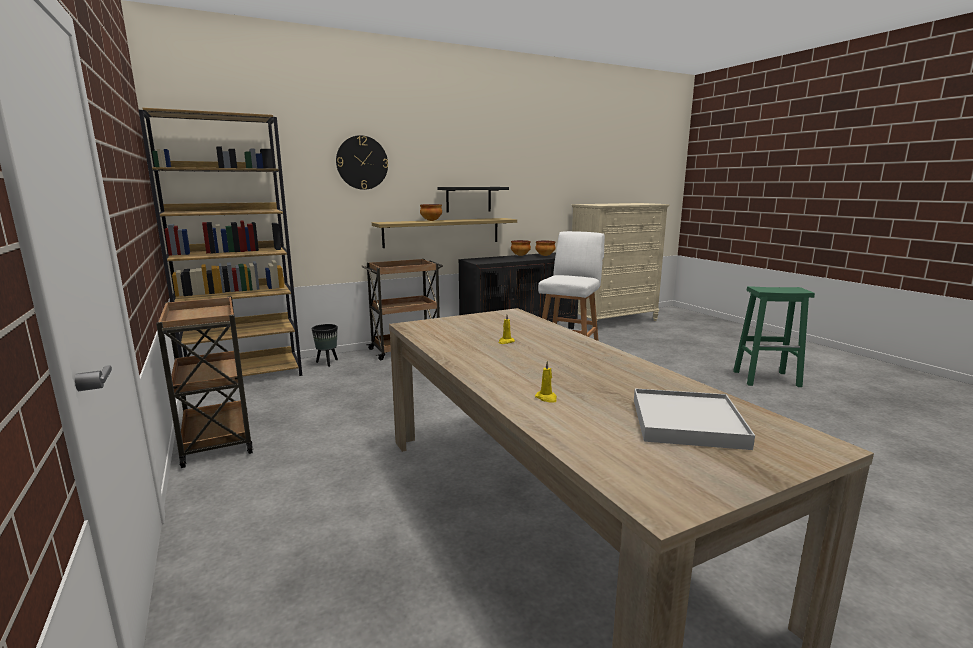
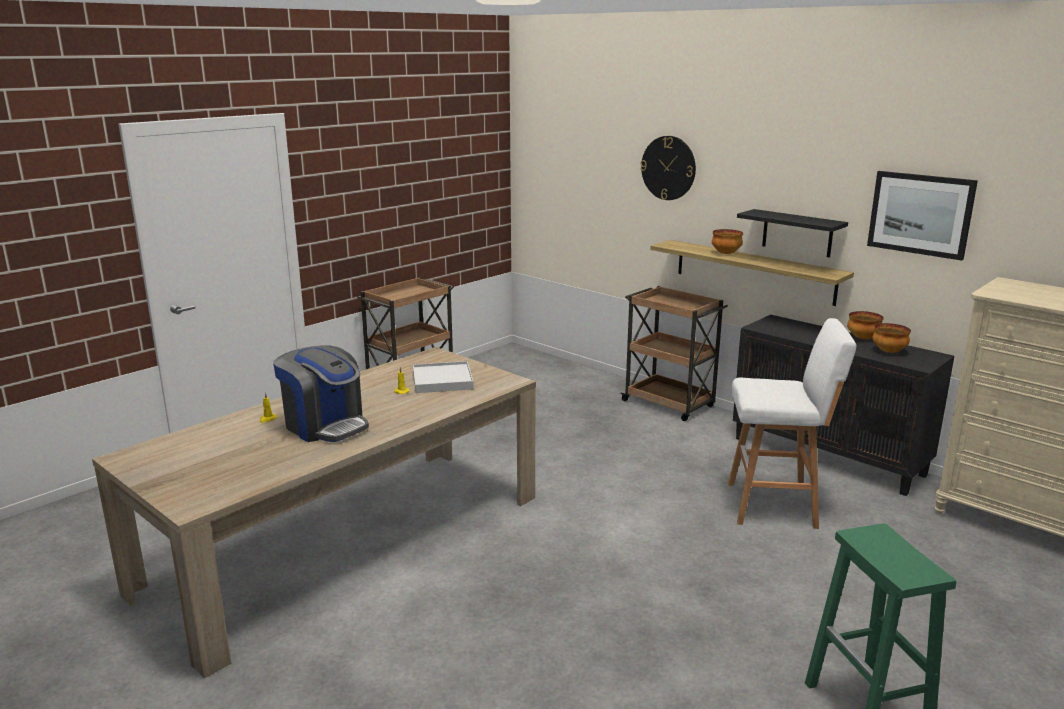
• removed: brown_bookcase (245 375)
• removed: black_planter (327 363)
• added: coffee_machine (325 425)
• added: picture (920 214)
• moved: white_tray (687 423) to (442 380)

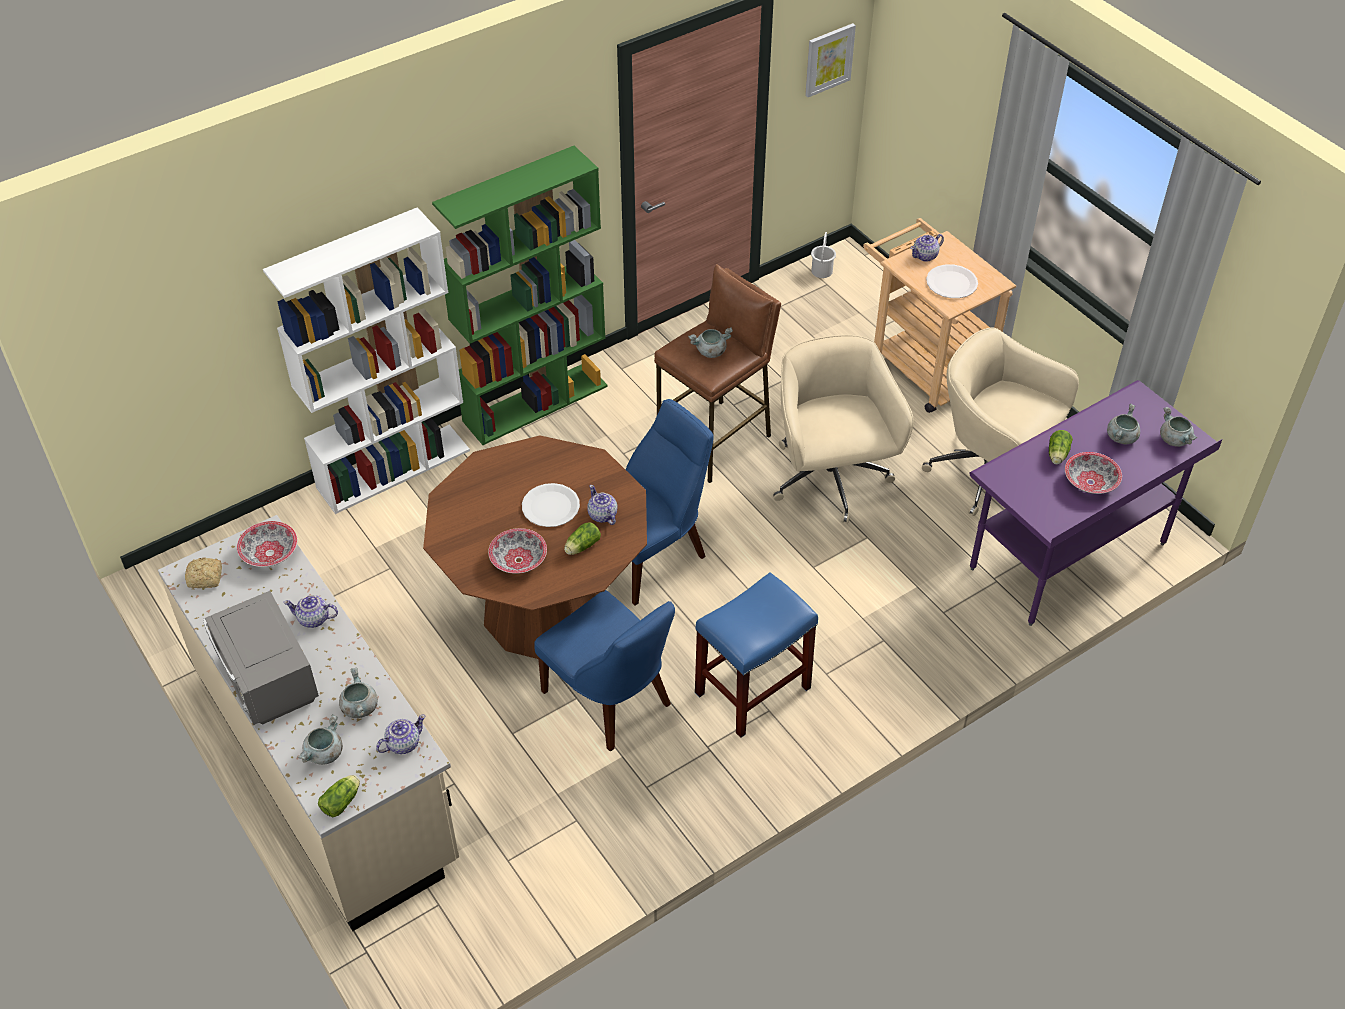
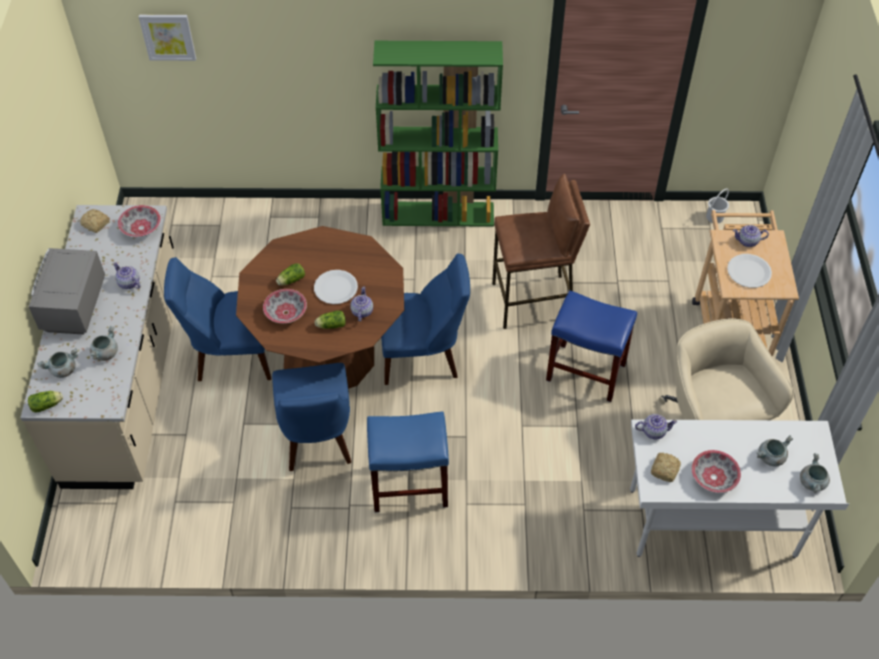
• removed: white_bookcase (394 468)
• removed: grey_cooking_pot (710 352)
• added: blue_chair (231 356)
• added: bread (665 469)
• moved: teapot (402 743) to (653 431)
• moved: picture (828 59) to (168 36)
• moved: lettuce (1057 455) to (290 280)
• replaced: beige_office_chair (830 480) to blue_stool (587 371)
• recoloured: purple_desk (1068 557) to white_desk (711 524)

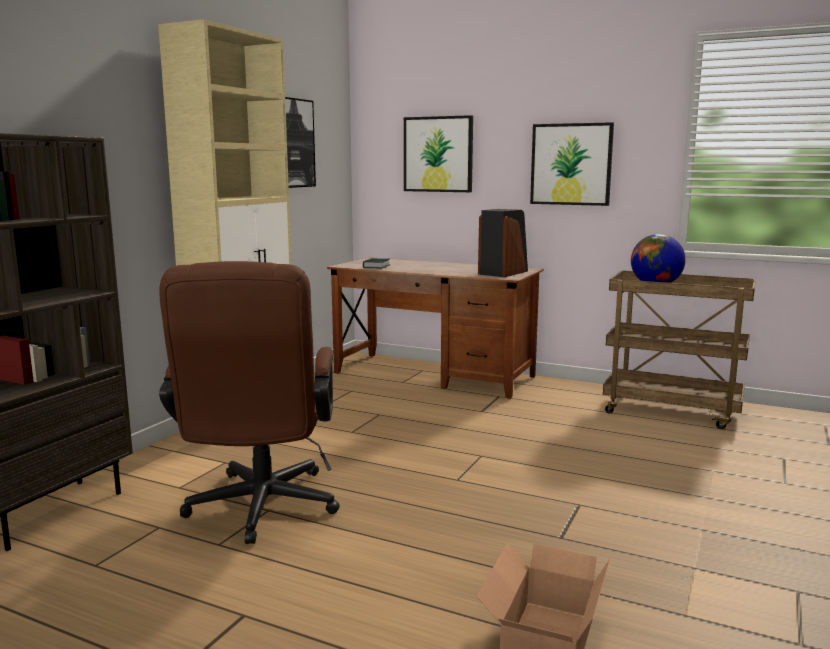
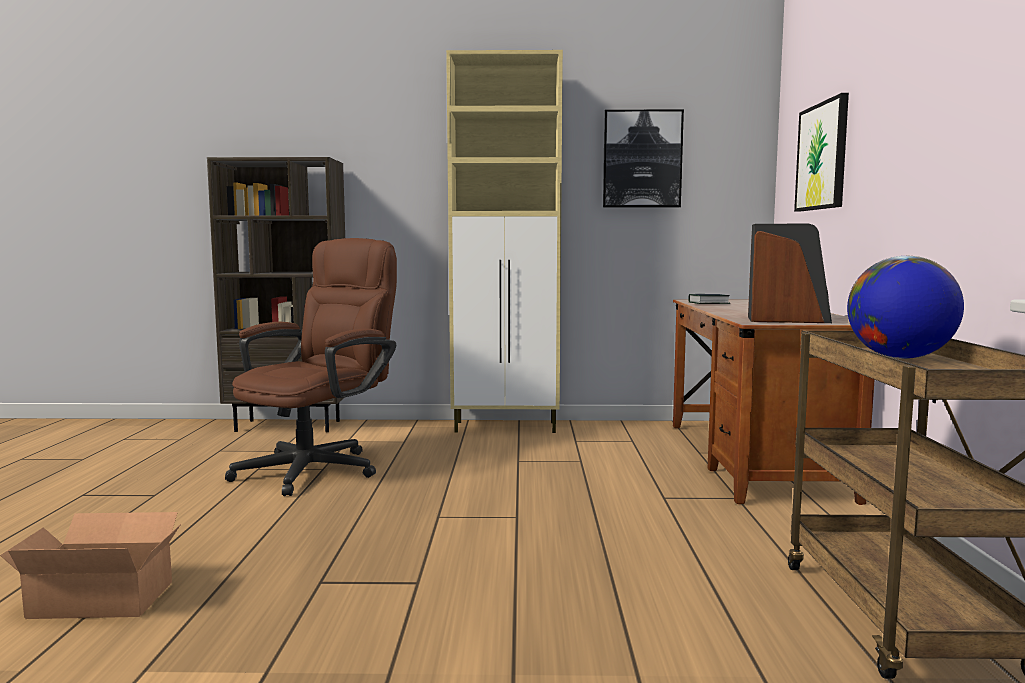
• removed: picture (571 164)
• turned: brown_office_chair (260 511) = (319 467) 150 degrees clockwise

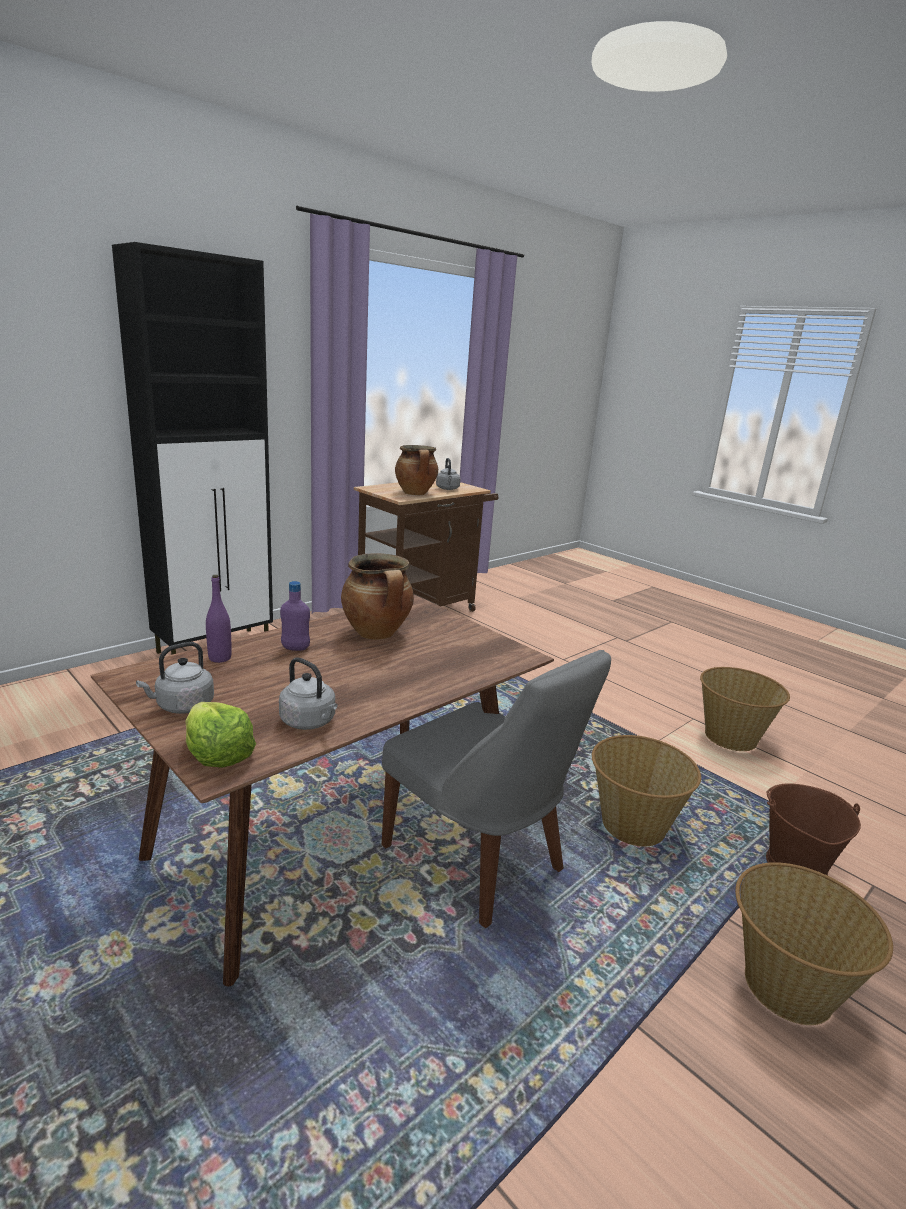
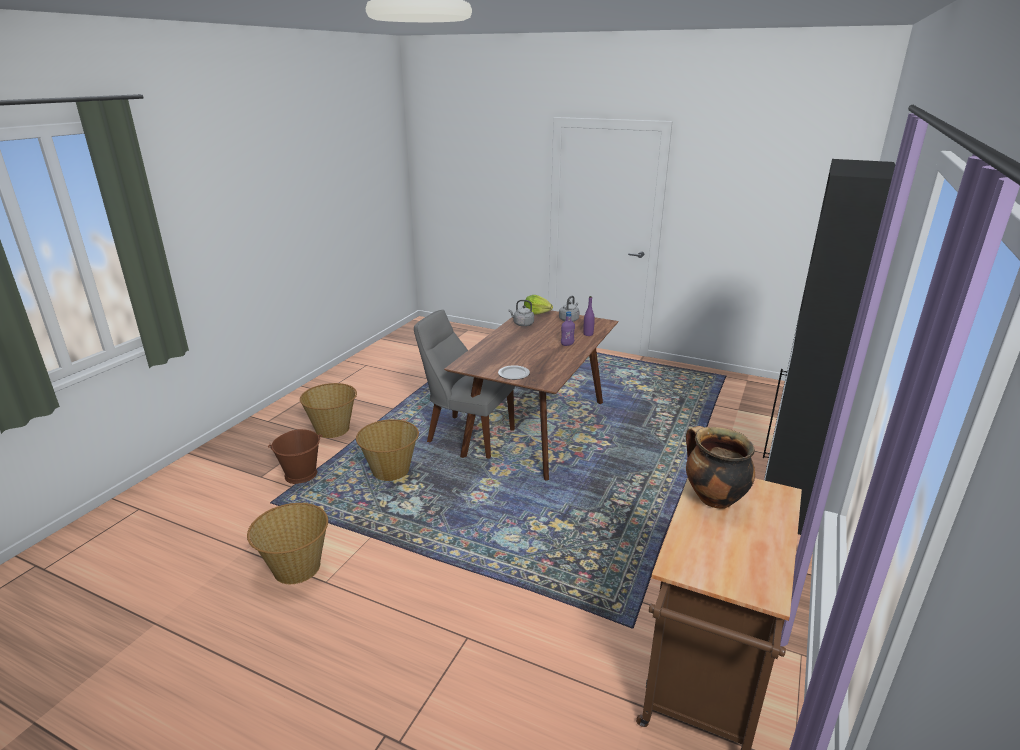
• removed: cooking_pot (377 634)
• removed: grey_kettle (447 489)
• added: plate (513 374)

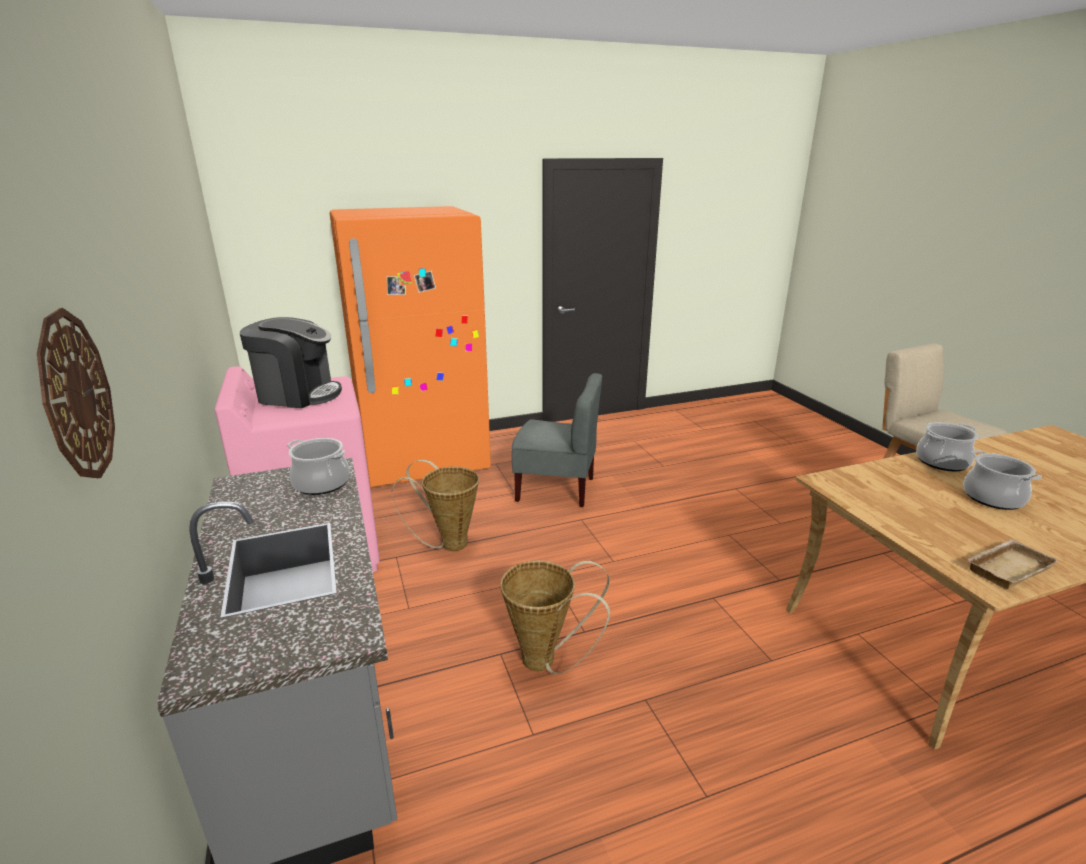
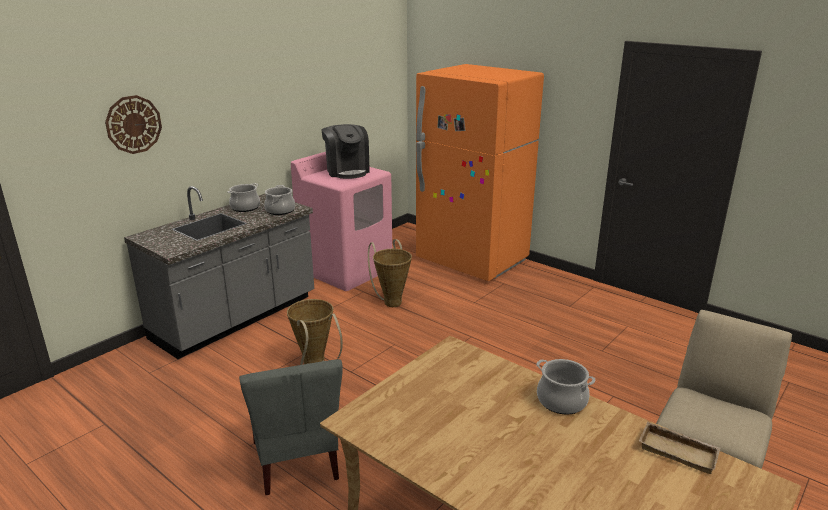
• moved: grey_chair (556 489) to (297 460)
• moved: cooking_pot (992 498) to (245 207)
• moved: beige_tray (1006 567) to (679 451)

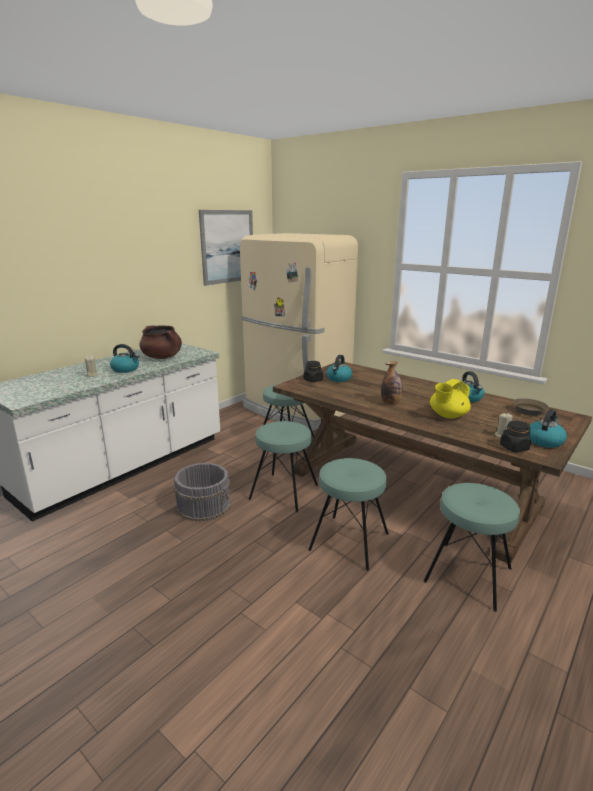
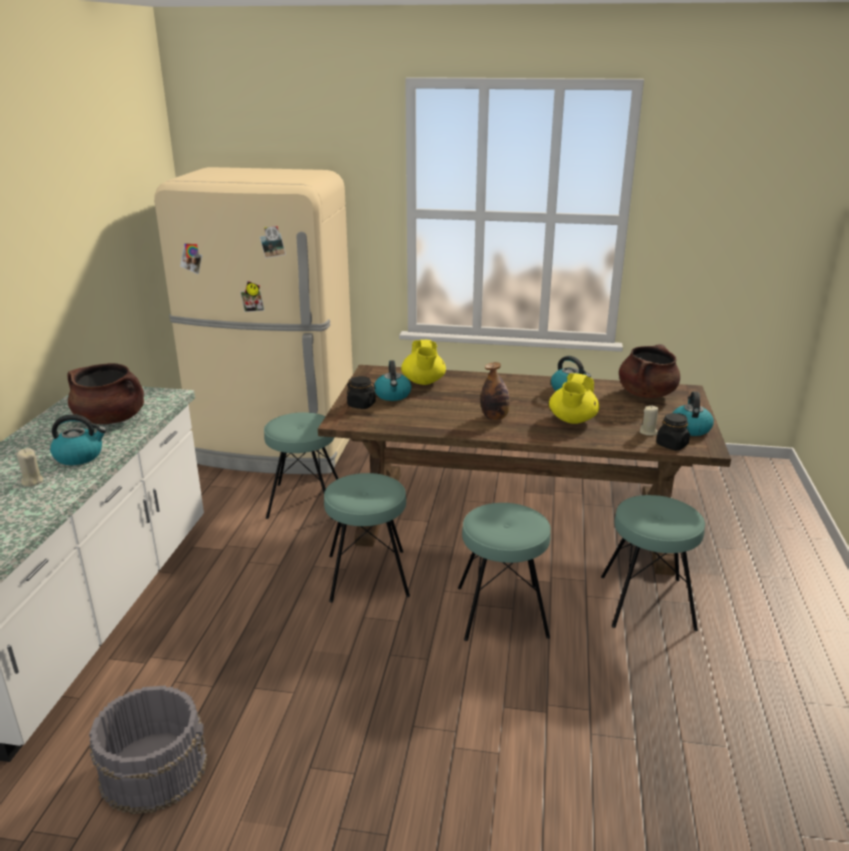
• removed: picture (227 246)
• added: yellow_teapot (423 382)
• moved: grey_bucket (204 505) to (154 768)
• replaced: brown_frying_pan (531 412) to brown_cooking_pot (646 394)

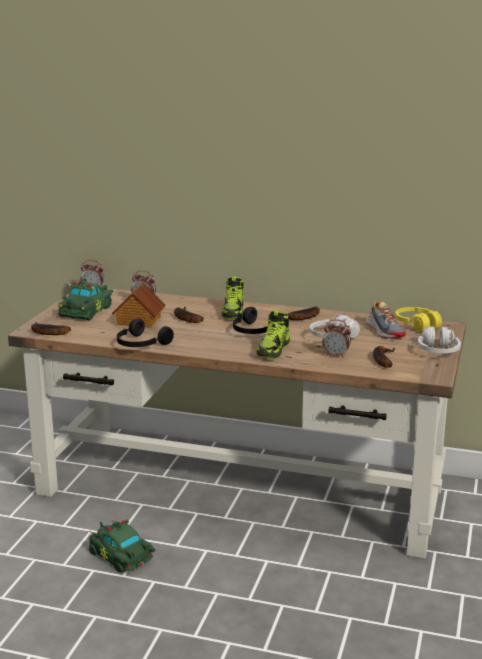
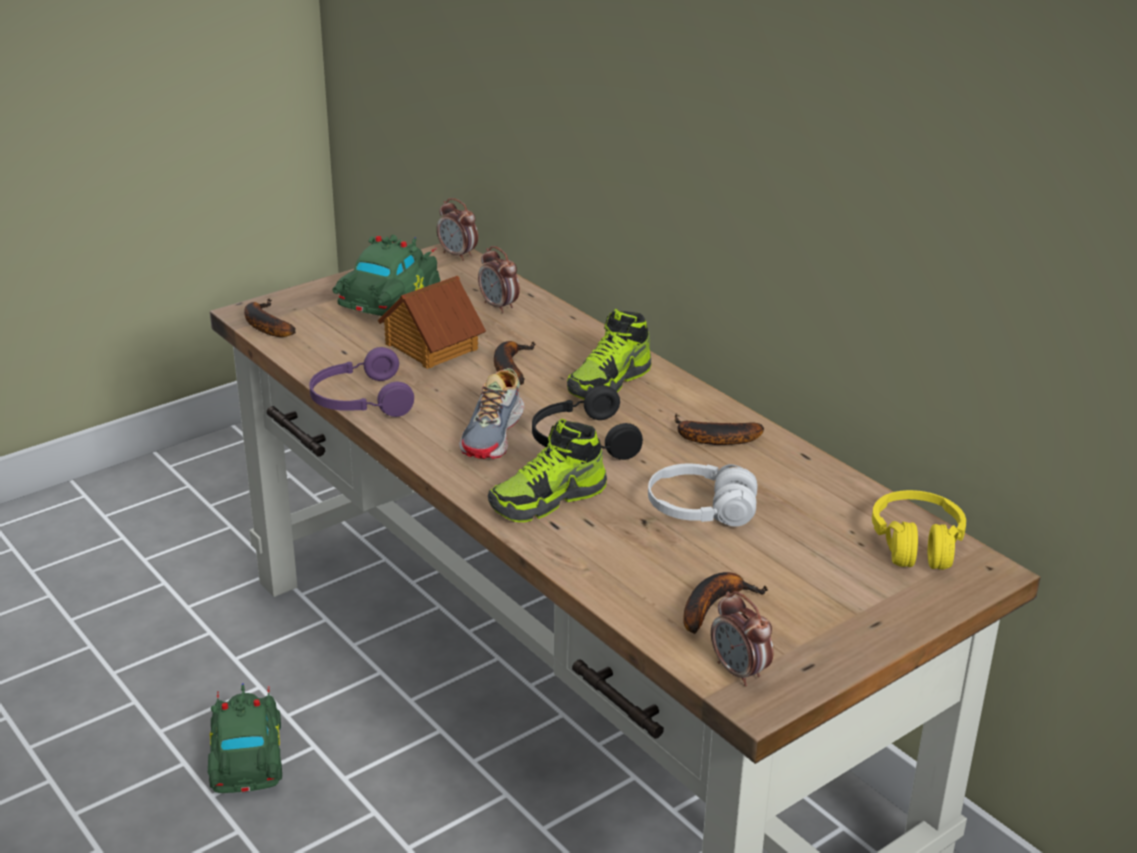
• removed: white_headphones (438 351)
• moved: alarm_clock (336 355) to (739 672)
• moved: shoe (385 331) to (494 434)
• recoloured: black_headphones (140 344) to purple_headphones (359 401)
• turned: green_toy_car (87 311) = (386 298) 150 degrees clockwise

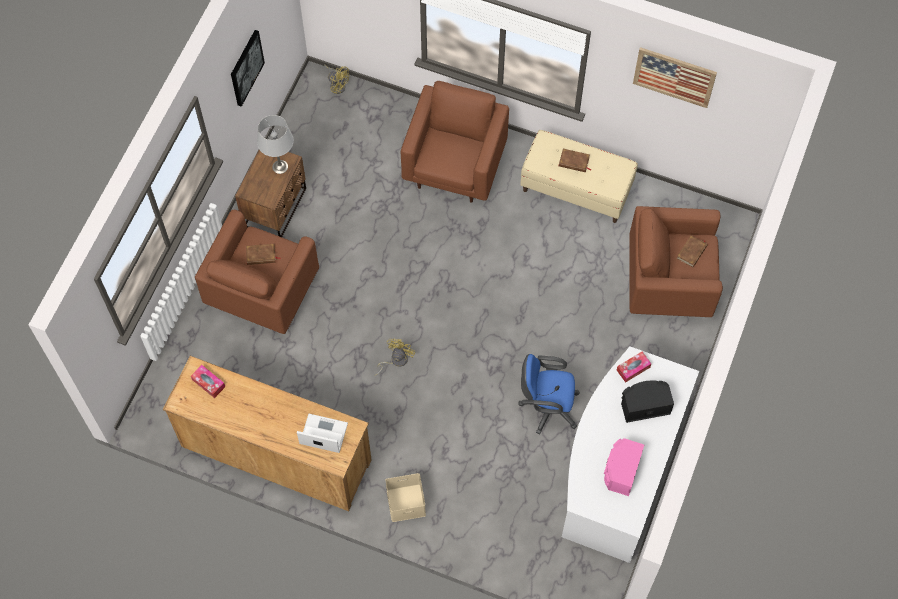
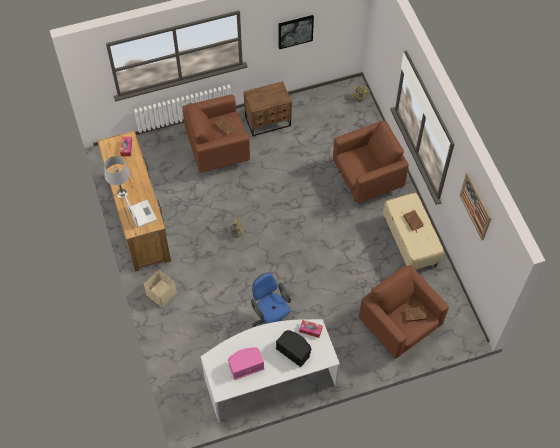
• moved: grey_table_lamp (279 167) to (122 193)

